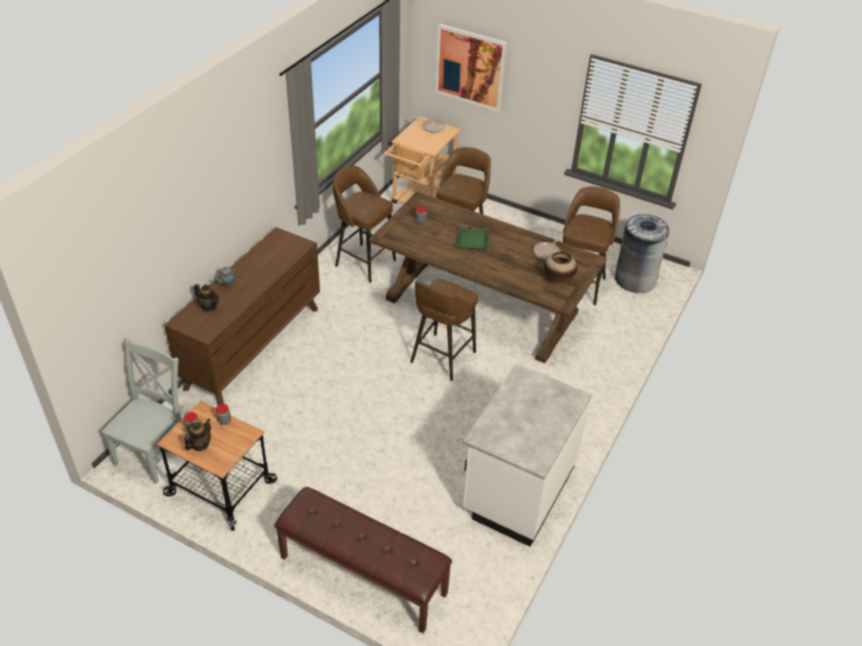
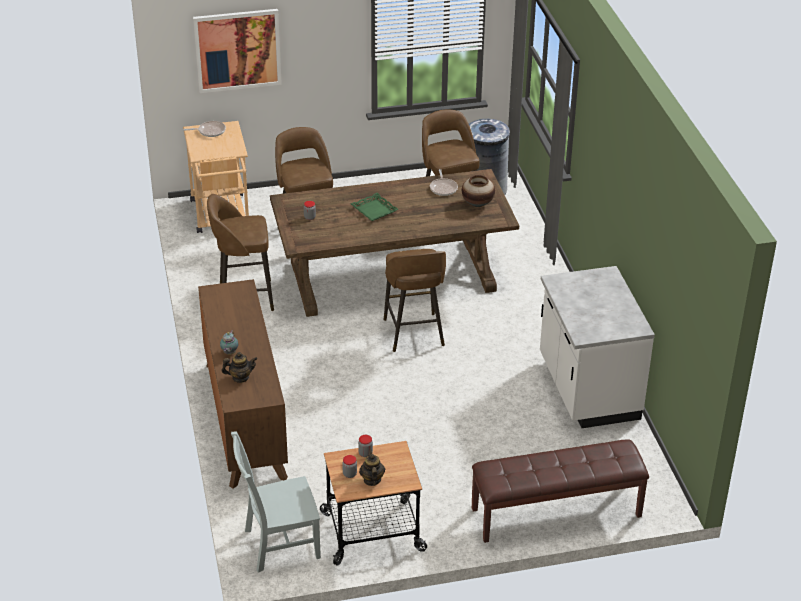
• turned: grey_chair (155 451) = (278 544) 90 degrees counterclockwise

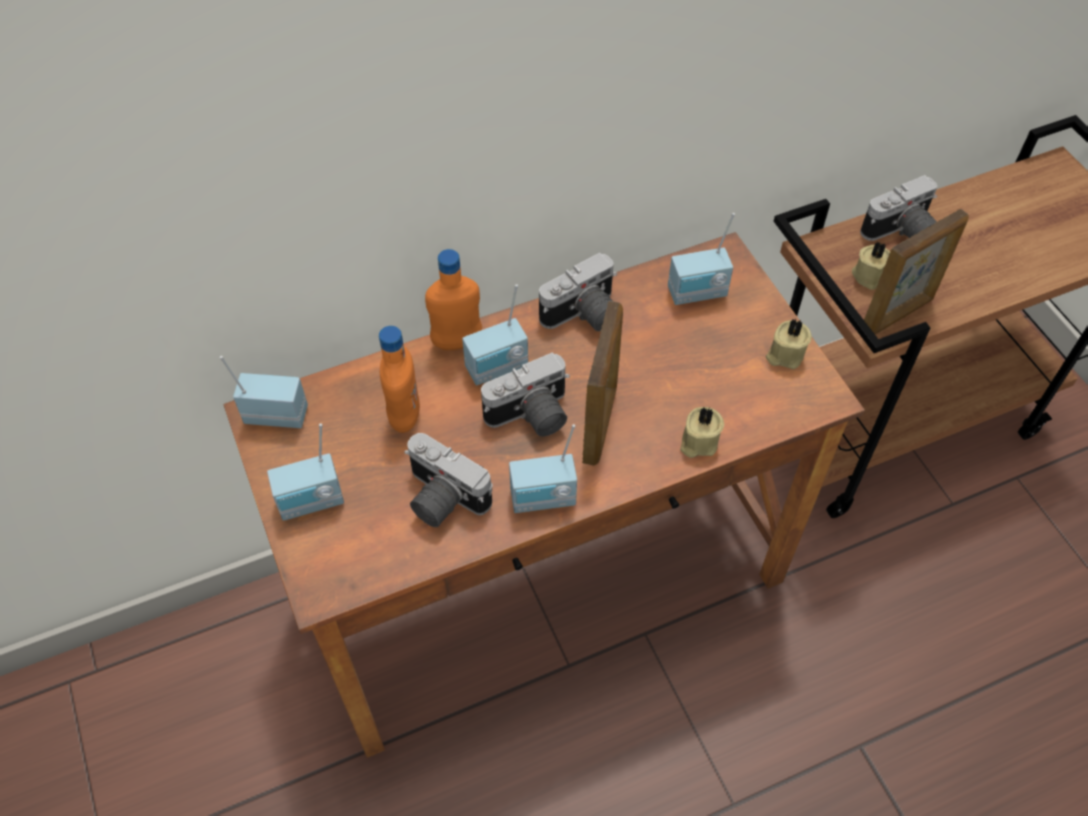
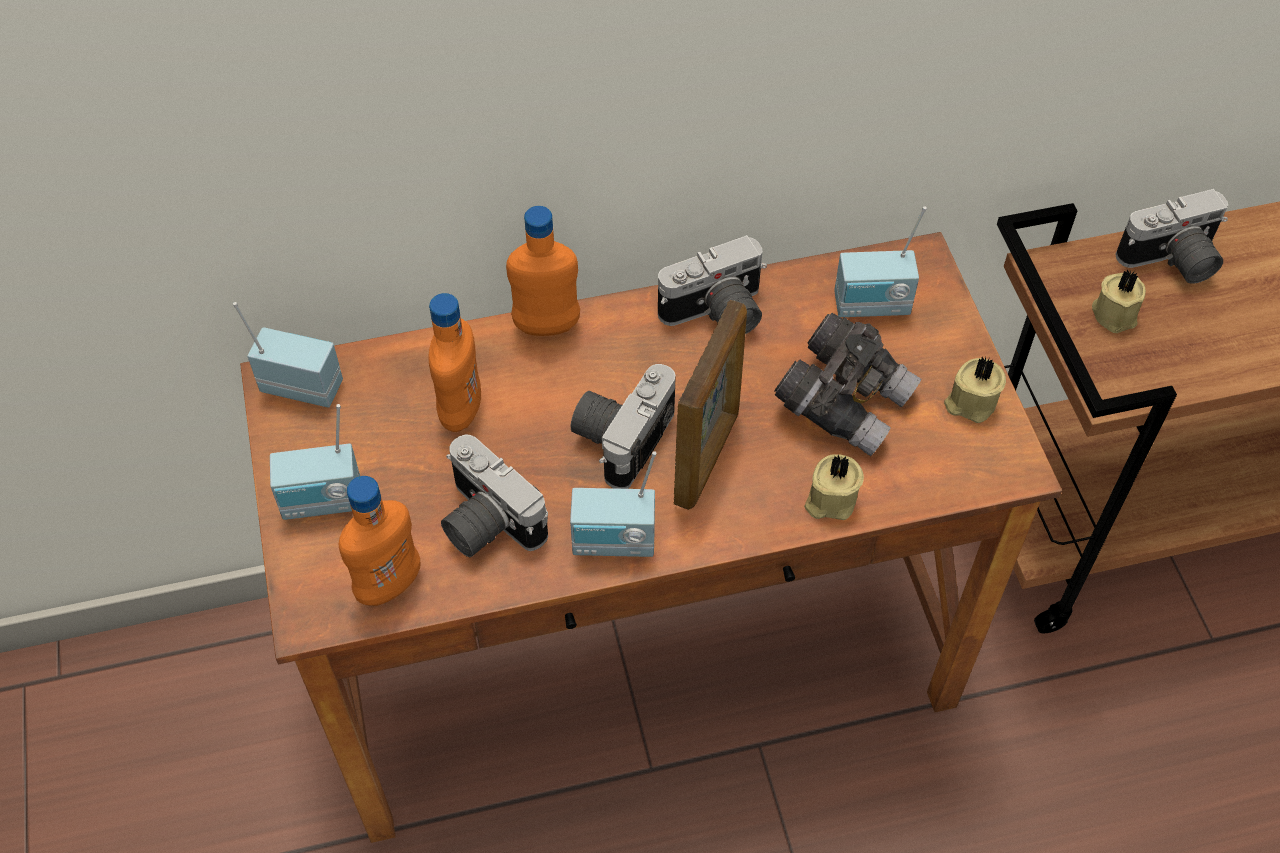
• removed: radio (498 369)
• removed: picture_frame (898 314)
• added: orange_bottle (389 585)
• added: grey_binoculars (844 401)
• turned: photo_camera (531 417) = (621 435) 135 degrees clockwise

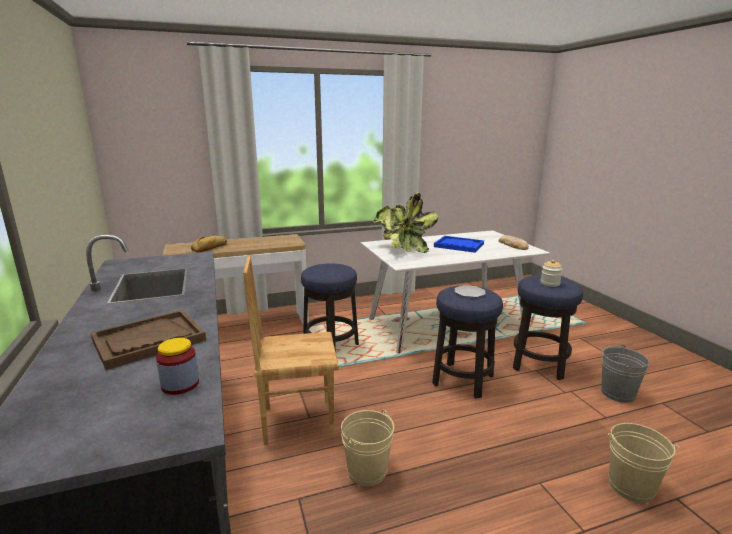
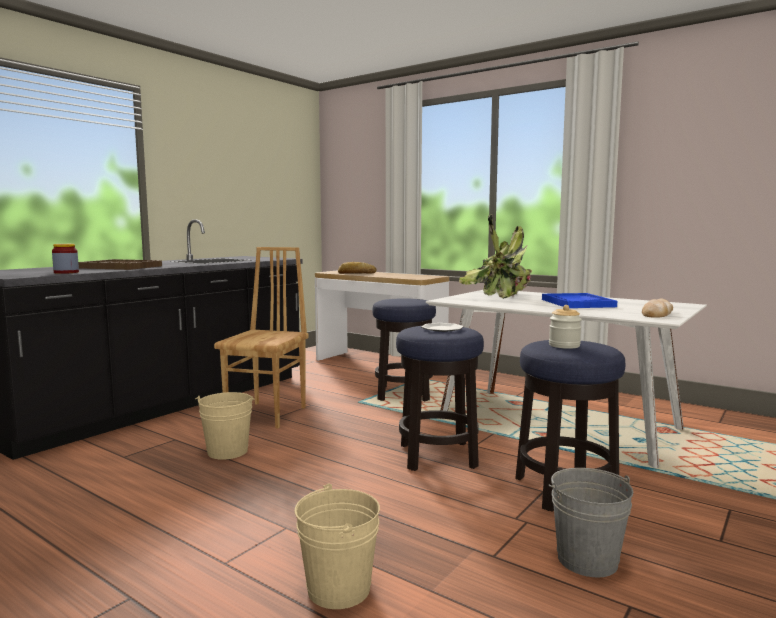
• turned: brown_chair (297 420) = (268 415) 60 degrees clockwise

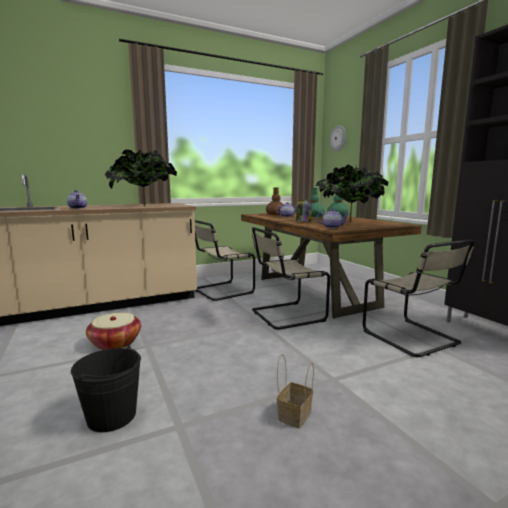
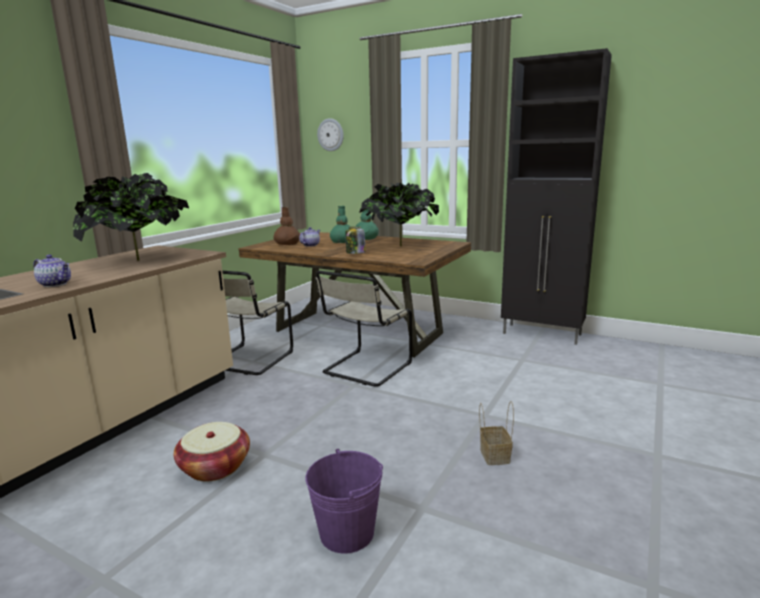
• removed: teapot (332 227)
• removed: beige_chair (413 338)
• recoloured: black_bucket (112 416) to purple_bucket (347 532)

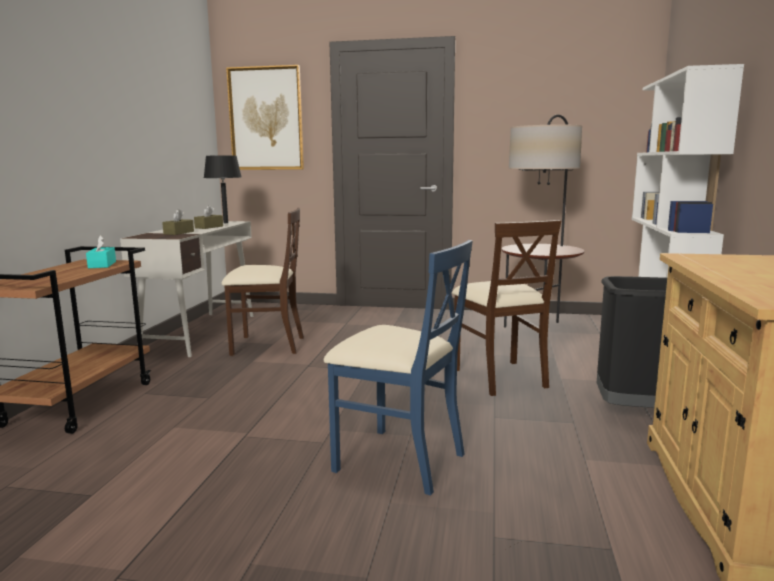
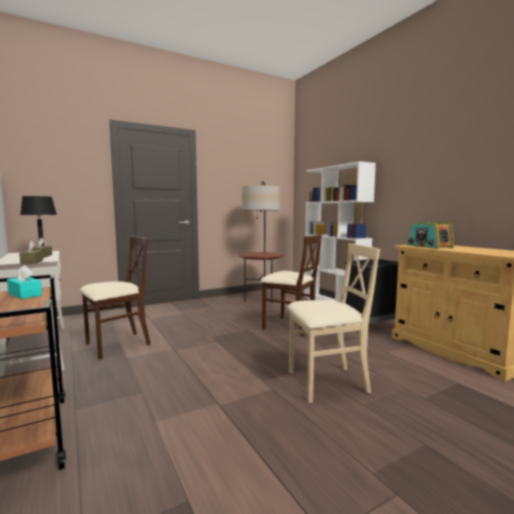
• removed: picture (266 119)
• added: radio (429 246)
• recoloured: blue_chair (398 460) to beige_chair (326 382)

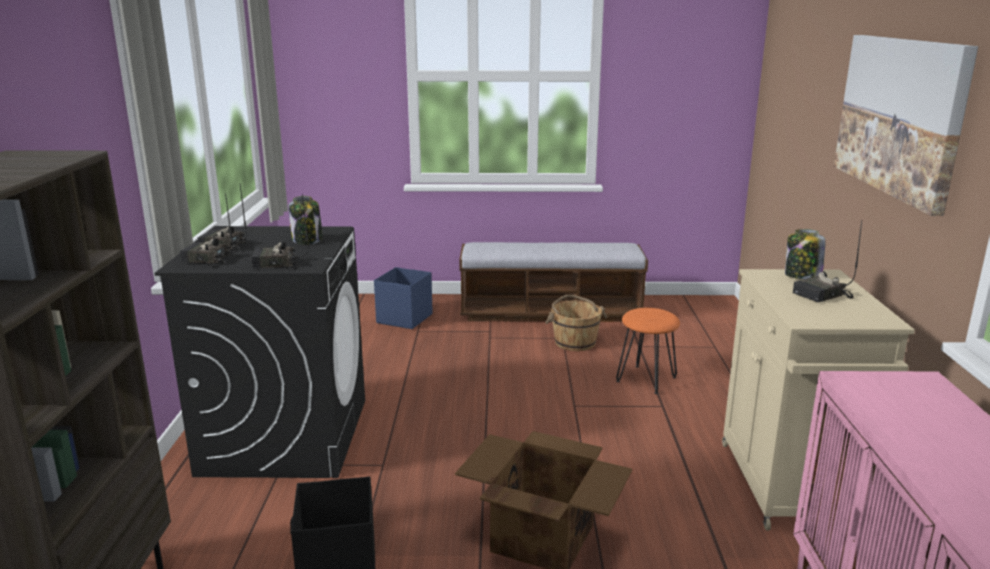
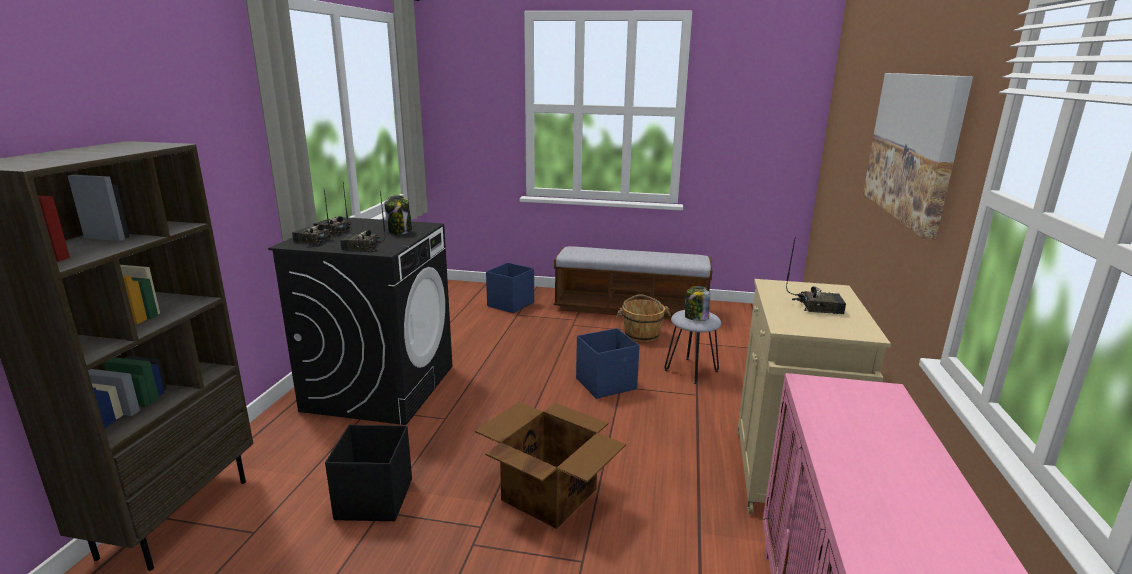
• added: blue_storage_box (607 384)
• moved: jar (802 276) to (696 318)
• recoloured: orange_stool (645 379) to grey_stool (691 370)
• turned: radio (823 296) = (818 307) 150 degrees counterclockwise

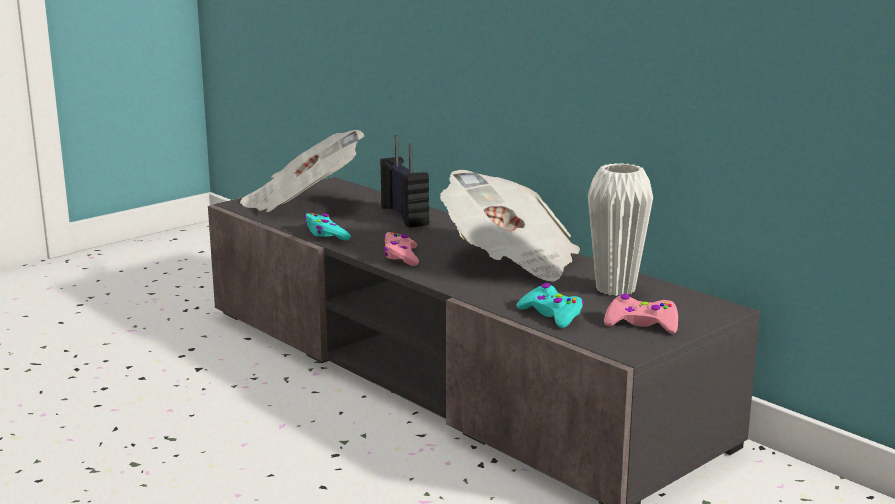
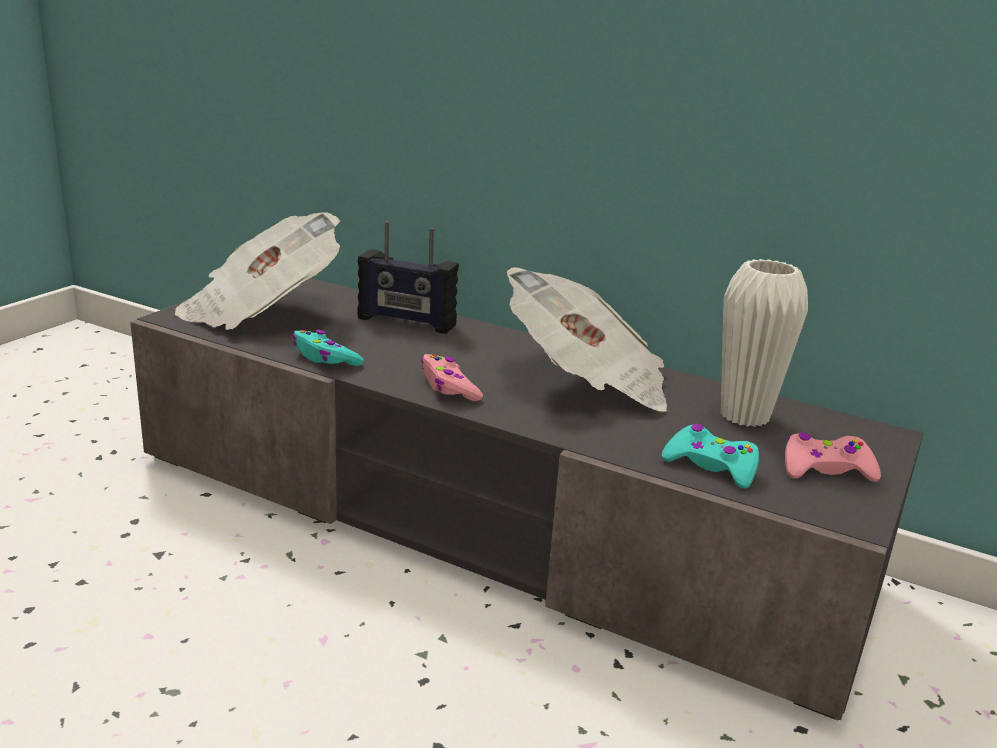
• turned: radio (405 216) = (406 322) 150 degrees clockwise

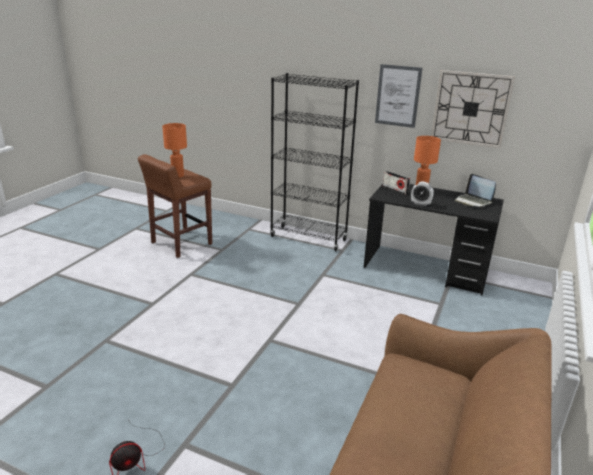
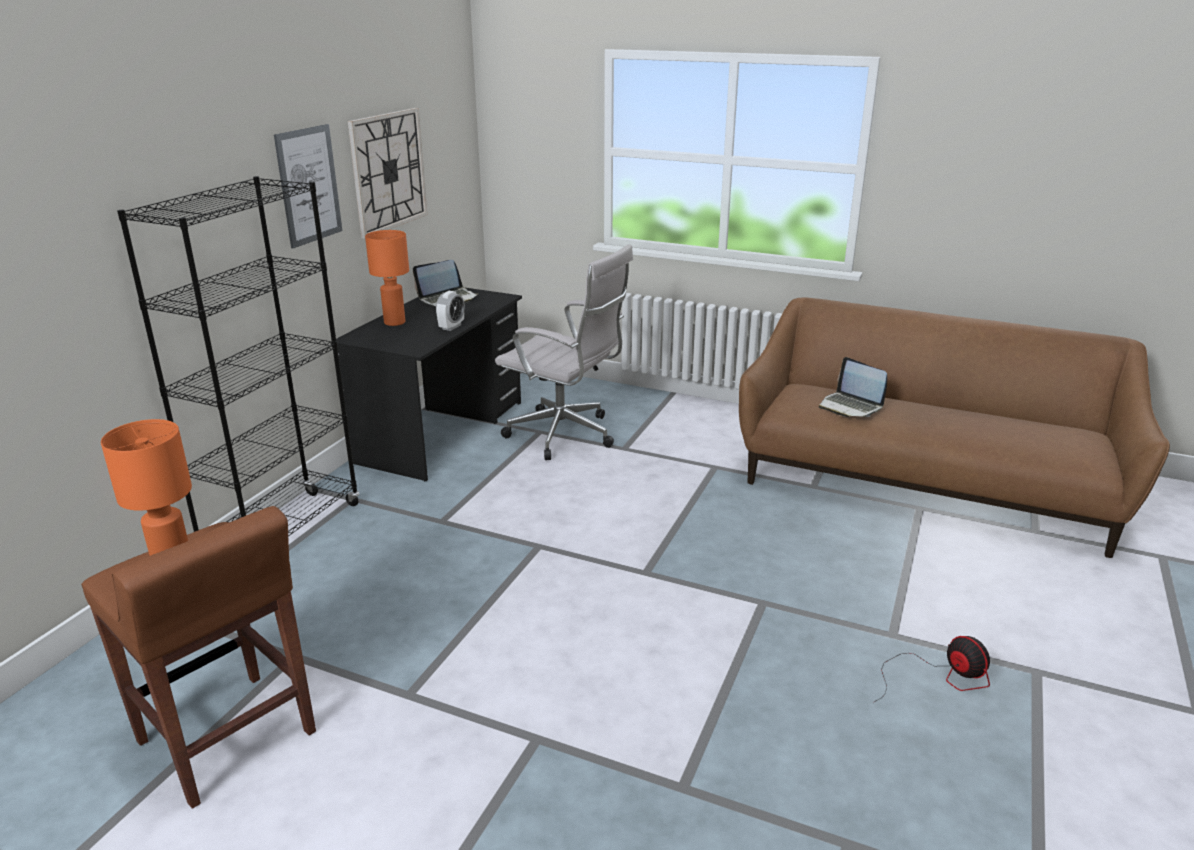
• removed: radio (395 190)
• added: white_office_chair (566 435)
• added: laptop (850 406)

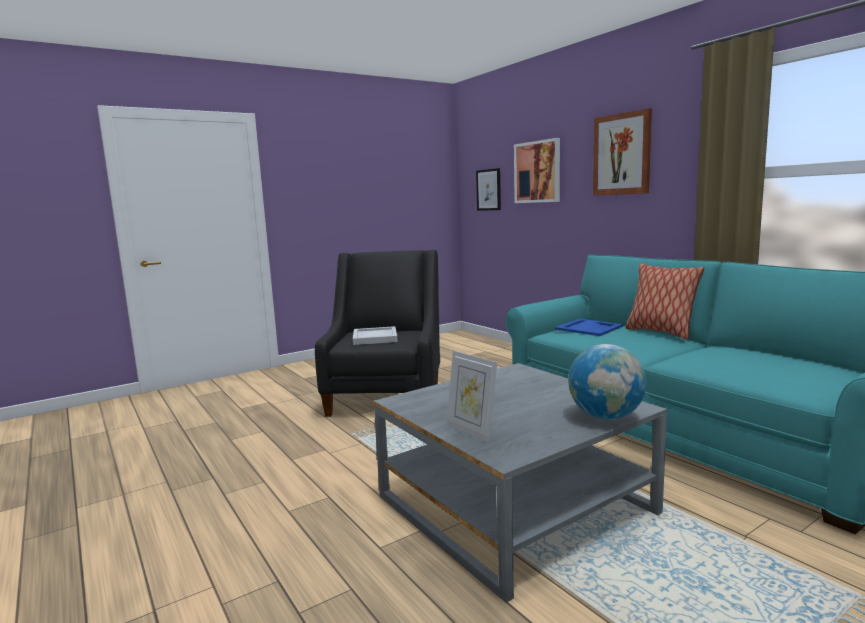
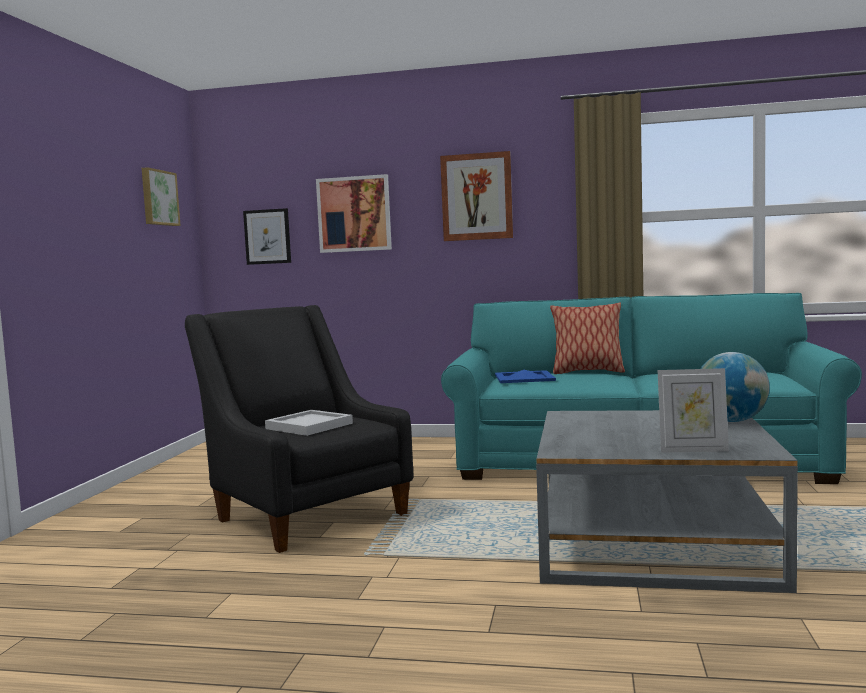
• added: picture (158 198)

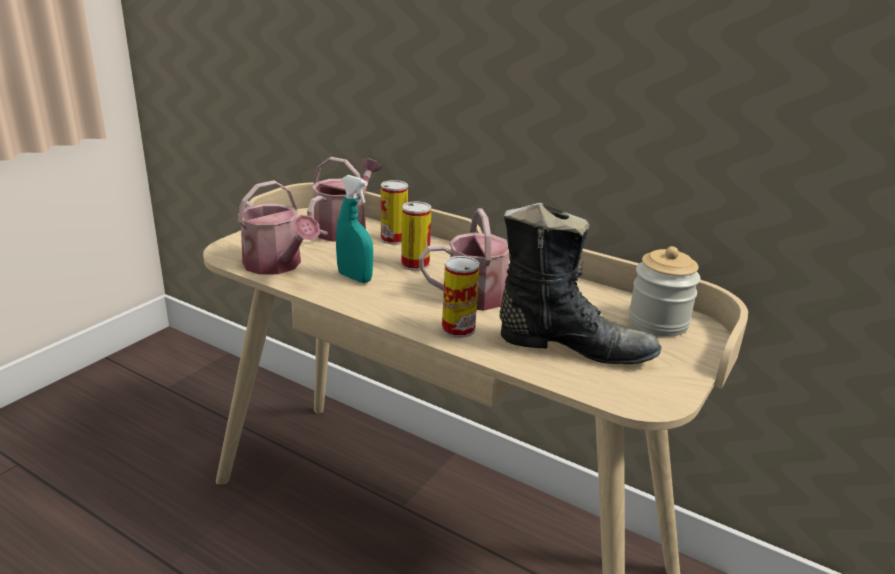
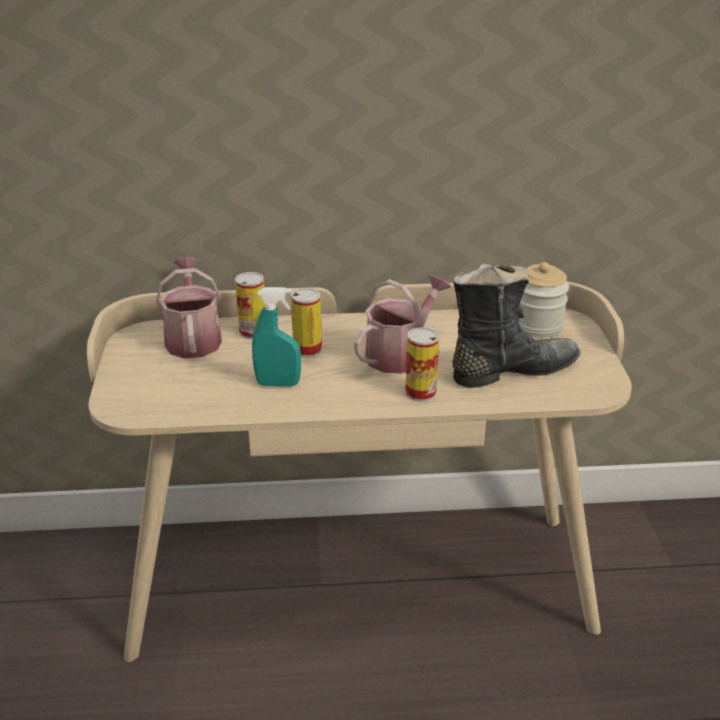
• removed: watering_can (277 265)

